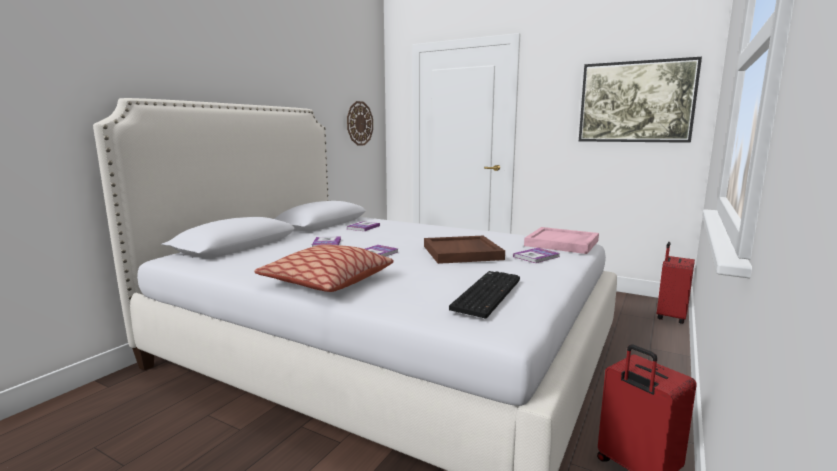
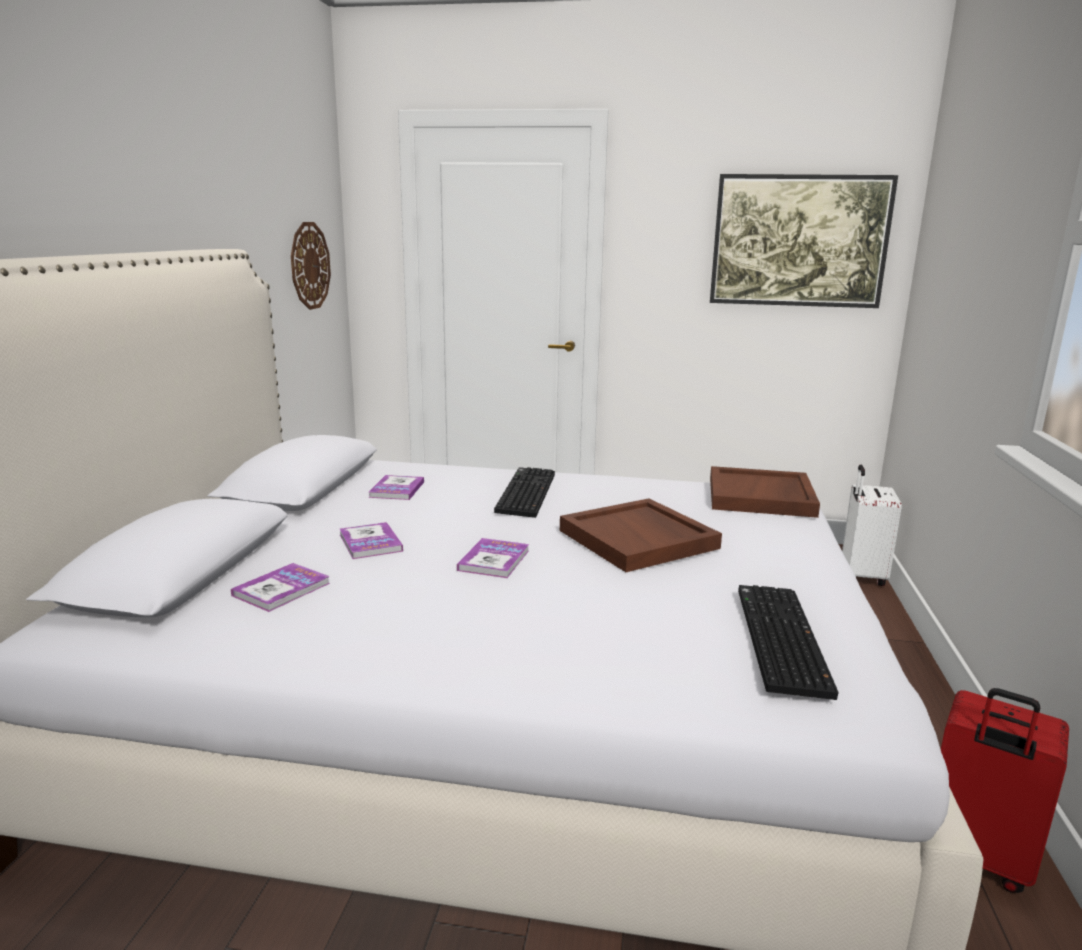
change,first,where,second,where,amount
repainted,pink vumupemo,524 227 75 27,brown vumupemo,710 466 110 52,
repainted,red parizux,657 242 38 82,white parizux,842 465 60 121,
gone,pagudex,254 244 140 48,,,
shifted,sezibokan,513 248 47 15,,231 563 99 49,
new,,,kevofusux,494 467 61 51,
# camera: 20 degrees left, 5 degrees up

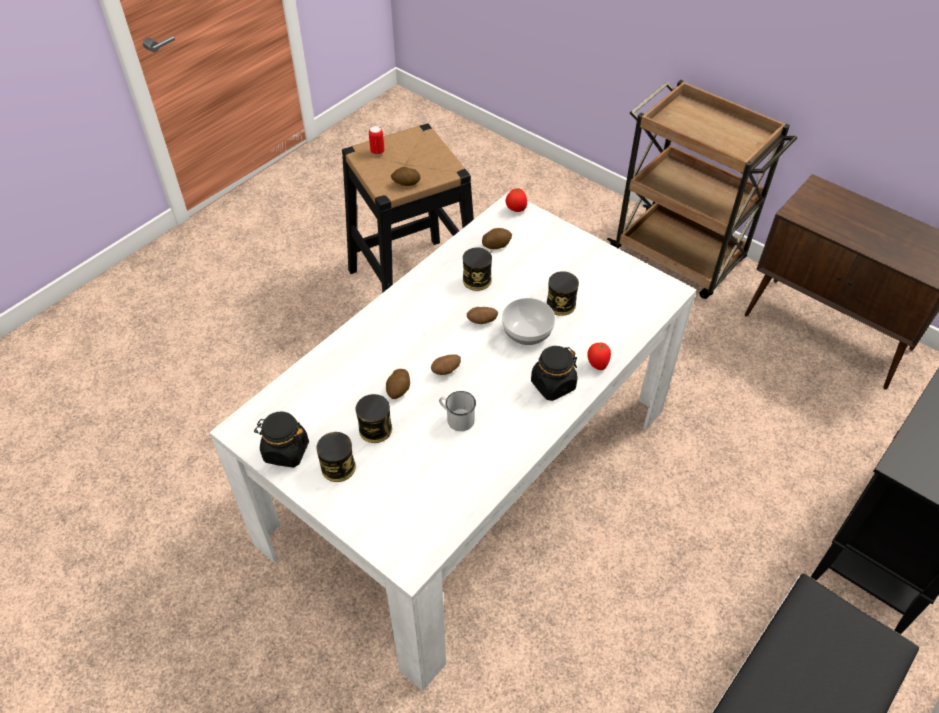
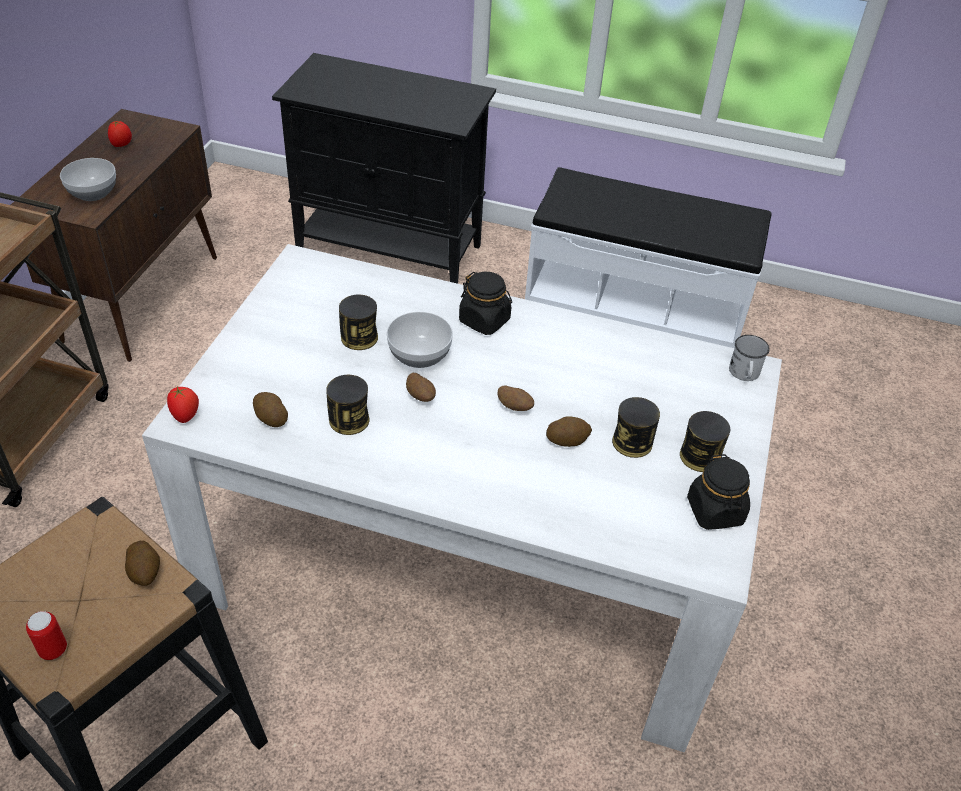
change,first,where,second,where,amount
shifted,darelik,587 343 24 27,,108 120 24 27,
shifted,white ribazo,439 391 37 40,,729 335 41 46,
new,,,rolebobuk,60 158 56 43,
# camera: 115 degrees left, 5 degrees down

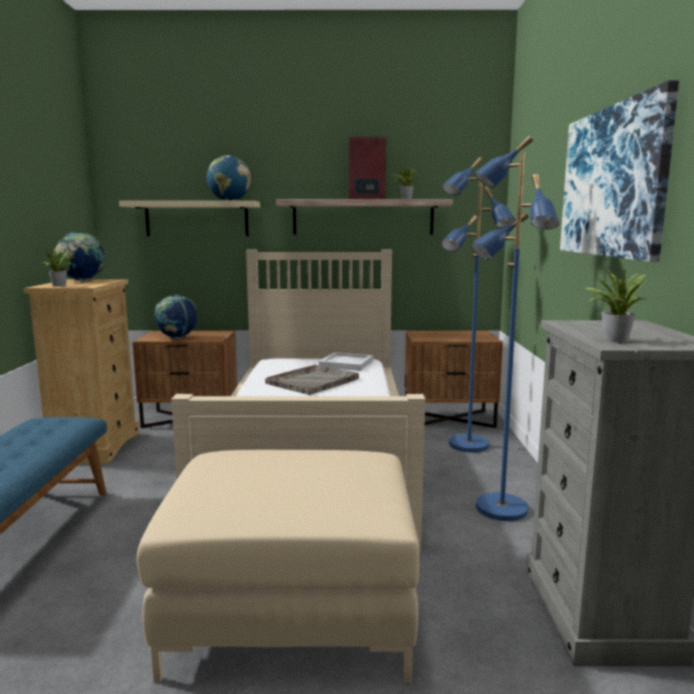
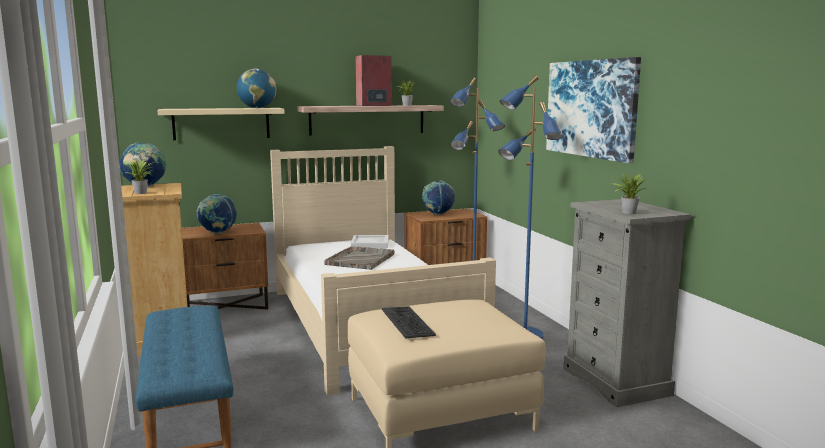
change,first,where,second,where,amount
new,,,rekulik,422 180 33 35,
new,,,kevofusux,382 306 54 33,
# camera: 20 degrees left, 0 degrees up

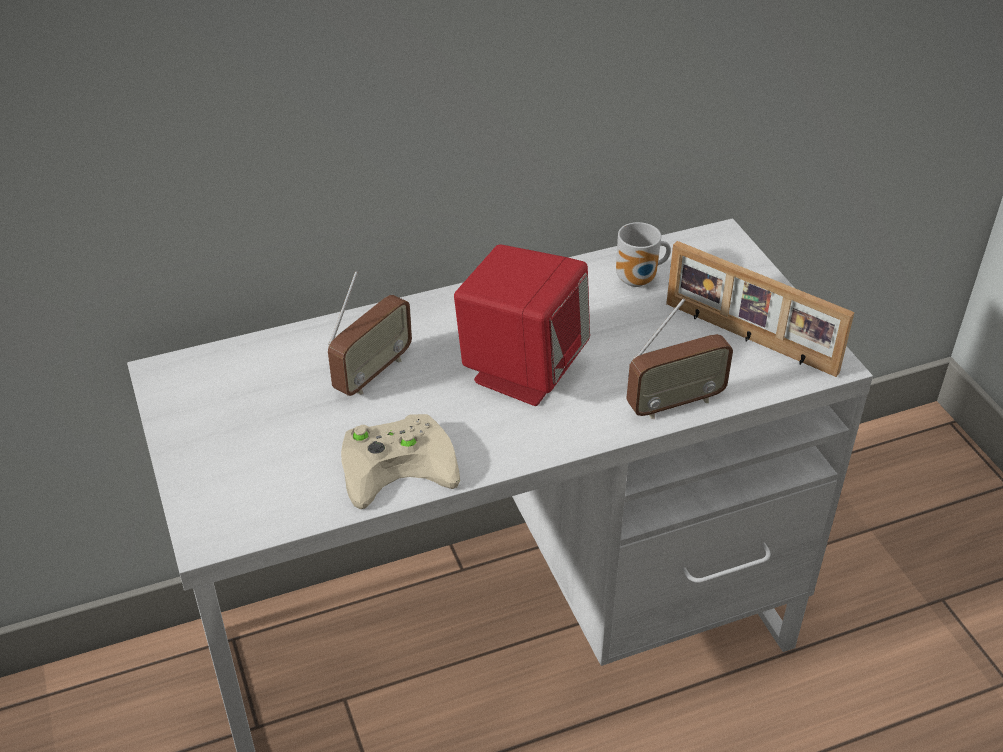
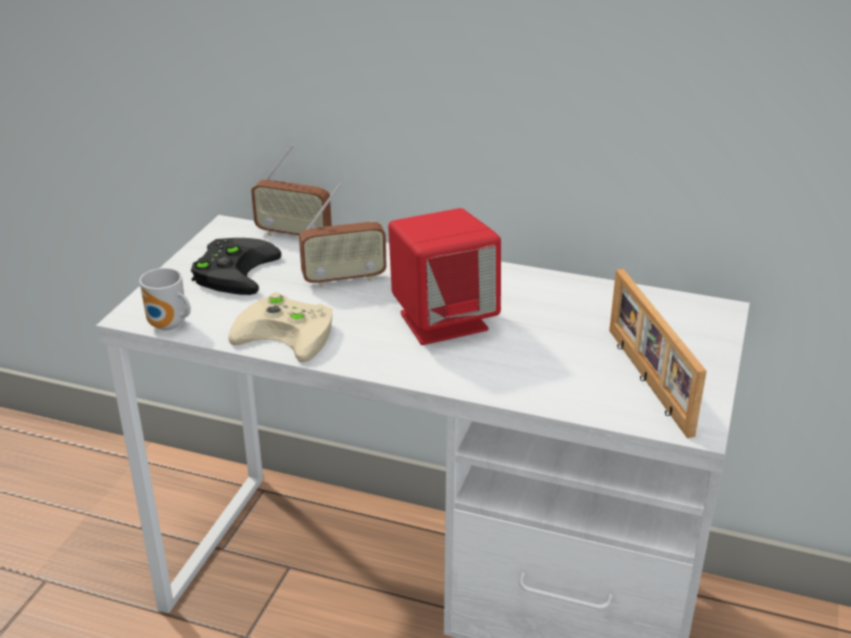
change,first,where,second,where,amount
shifted,ribazo,616 222 55 65,,139 268 52 63,
shifted,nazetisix,626 299 107 120,,251 144 81 92,
new,,,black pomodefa,191 238 90 57,
# camera: 40 degrees right, 10 degrees down

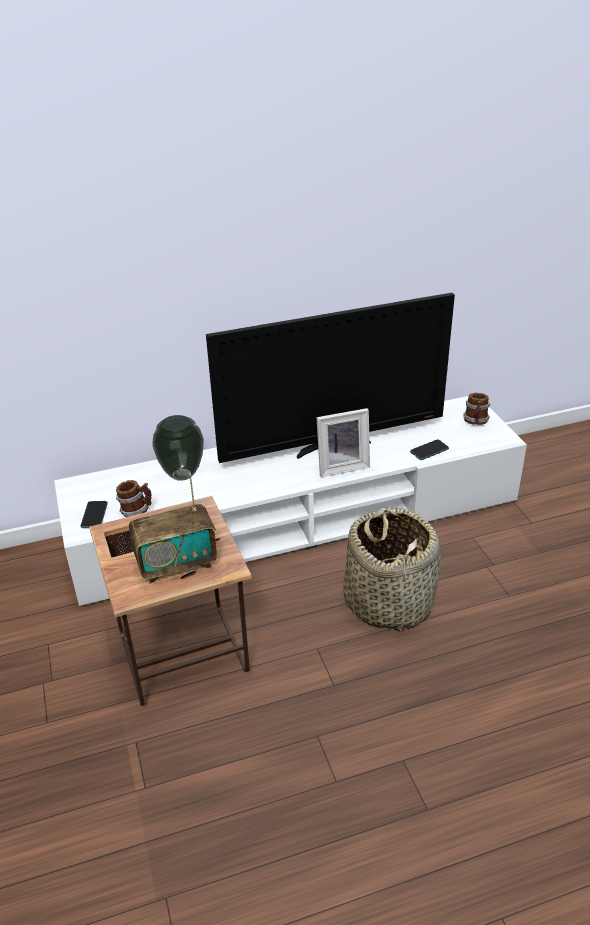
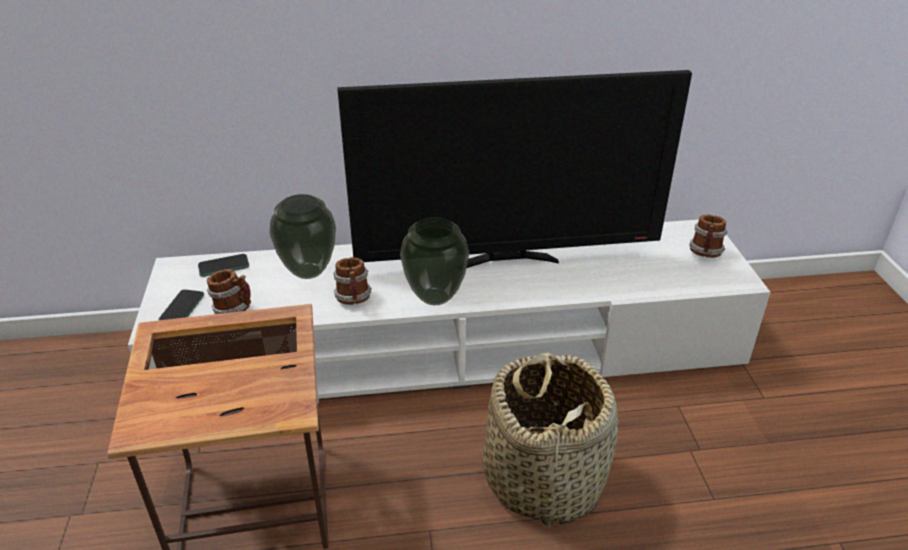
change,first,where,second,where,amount
gone,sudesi,317 408 53 69,,,
shifted,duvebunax,410 440 39 20,,198 254 51 23,
gone,nazetisix,129 474 88 110,,,
new,,,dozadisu,400 217 69 88,
new,,,ribazo,333 257 39 48,
# camera: 10 degrees right, 0 degrees up

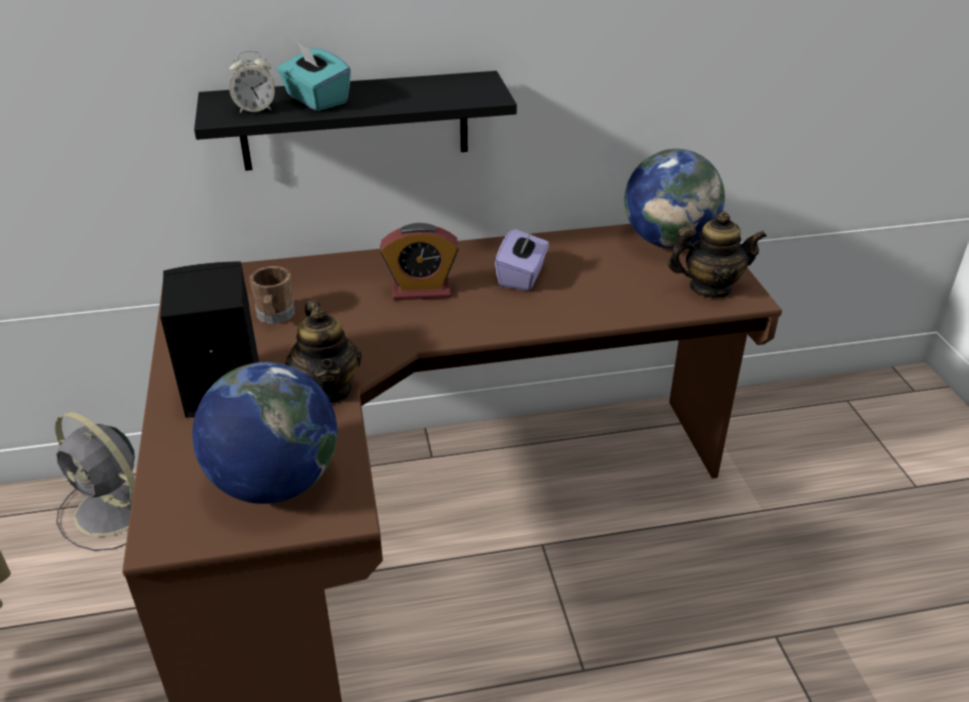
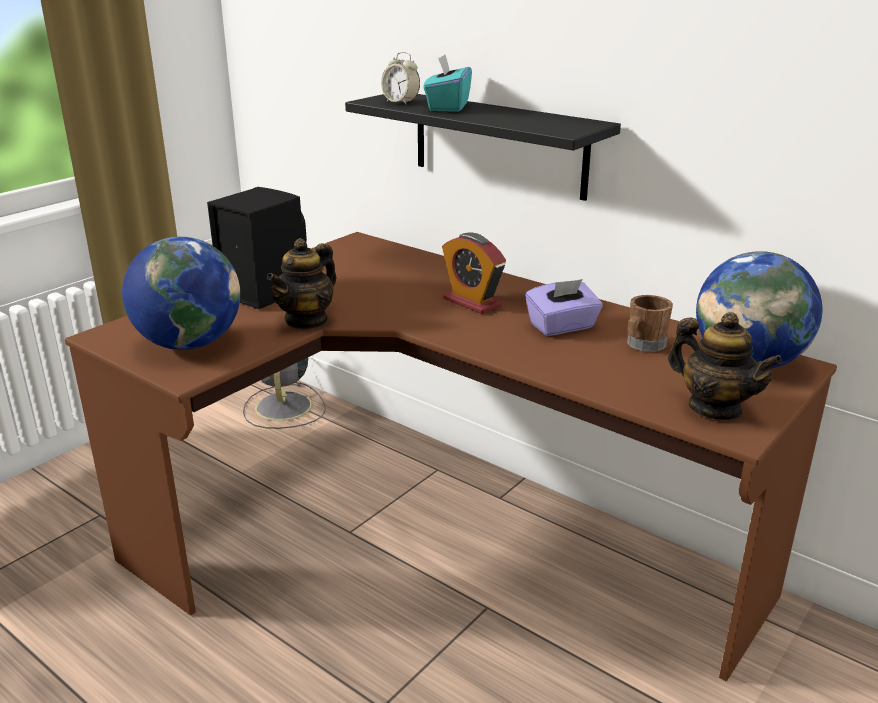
change,first,where,second,where,amount
shifted,brown ribazo,249 266 46 58,,627 295 46 57,
# camera: 50 degrees right, 10 degrees down

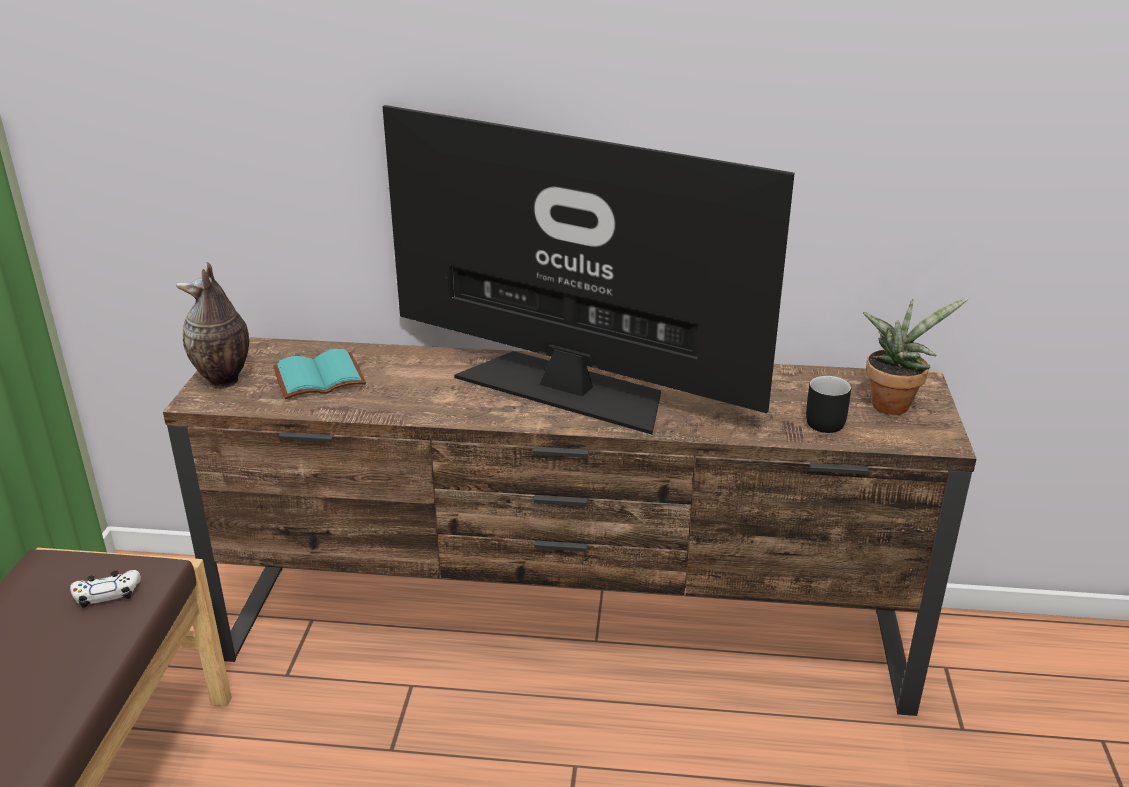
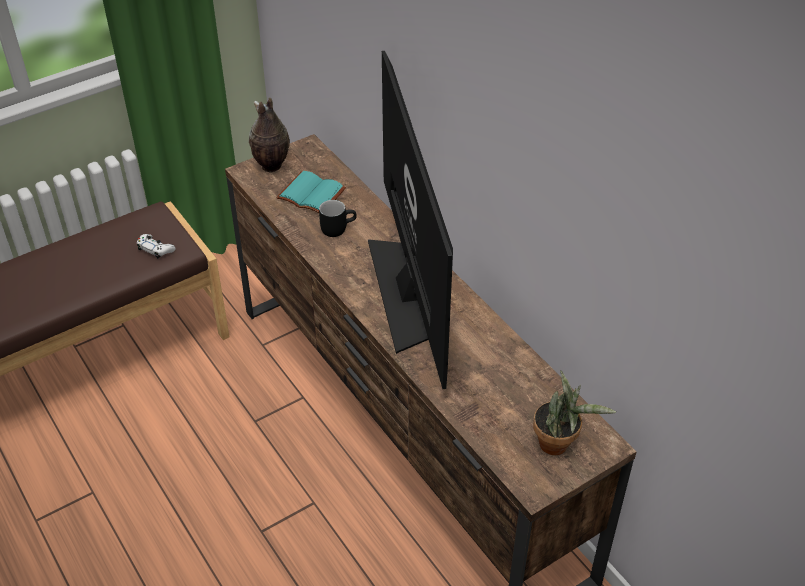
change,first,where,second,where,amount
shifted,black ribazo,806 376 45 57,,319 200 38 37,
# camera: 50 degrees right, 15 degrees up

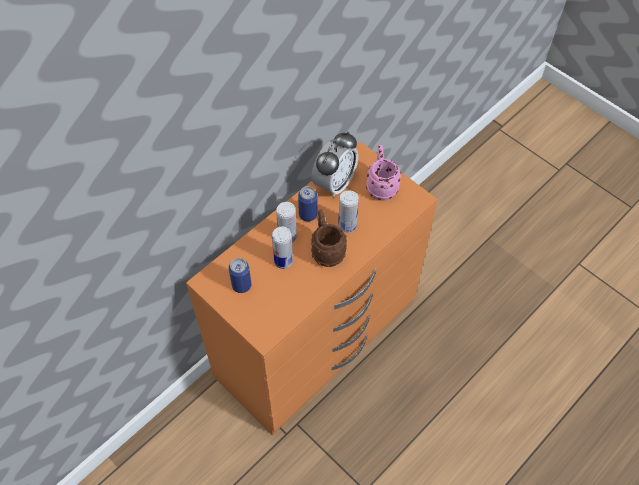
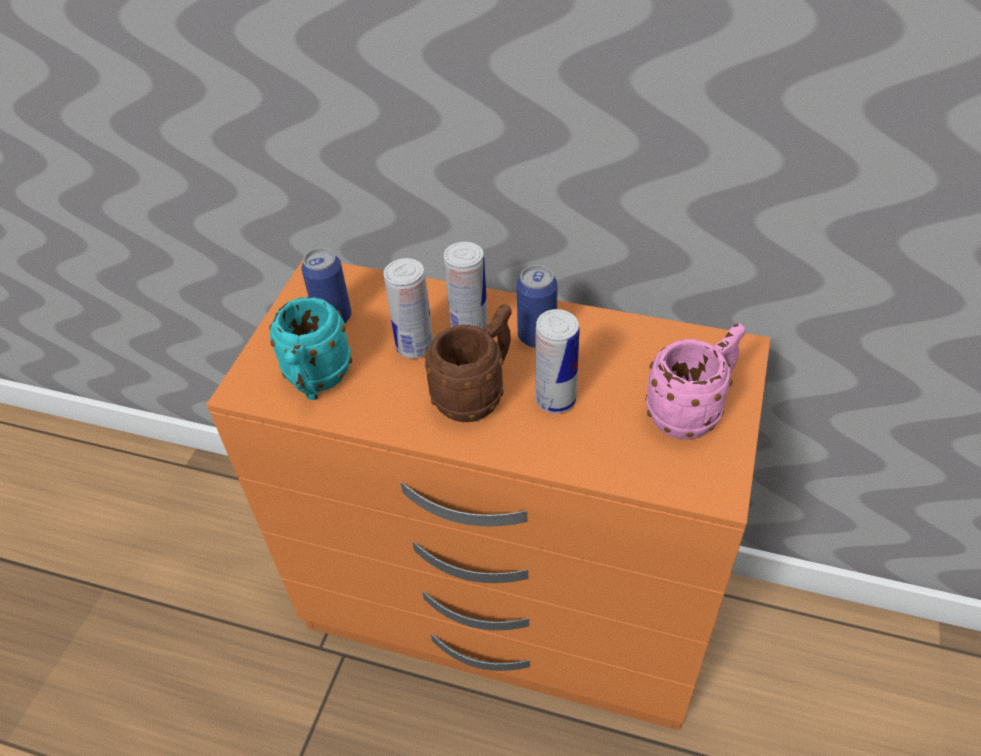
change,first,where,second,where,amount
gone,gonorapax,312 131 46 67,,,
new,,,turquoise ribazo,269 297 83 103,
# camera: 65 degrees right, 10 degrees down

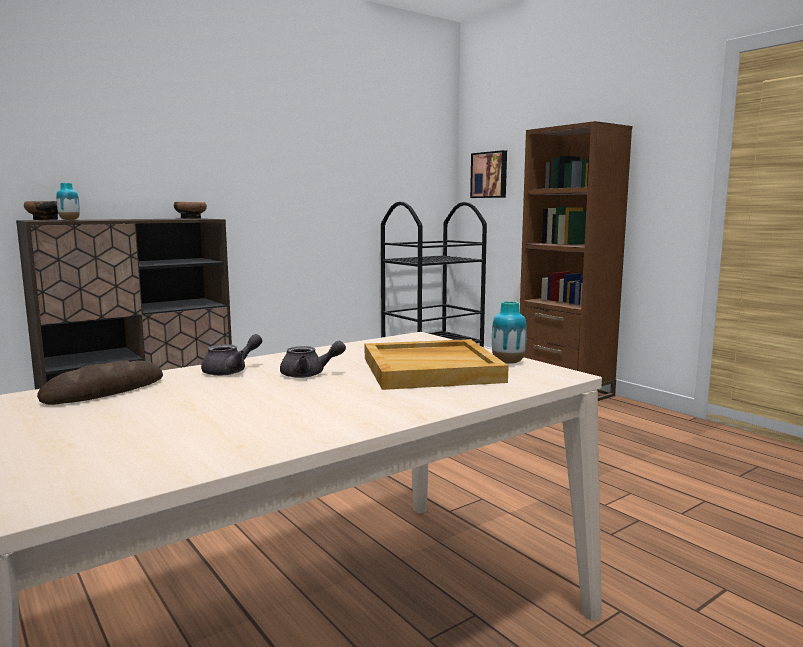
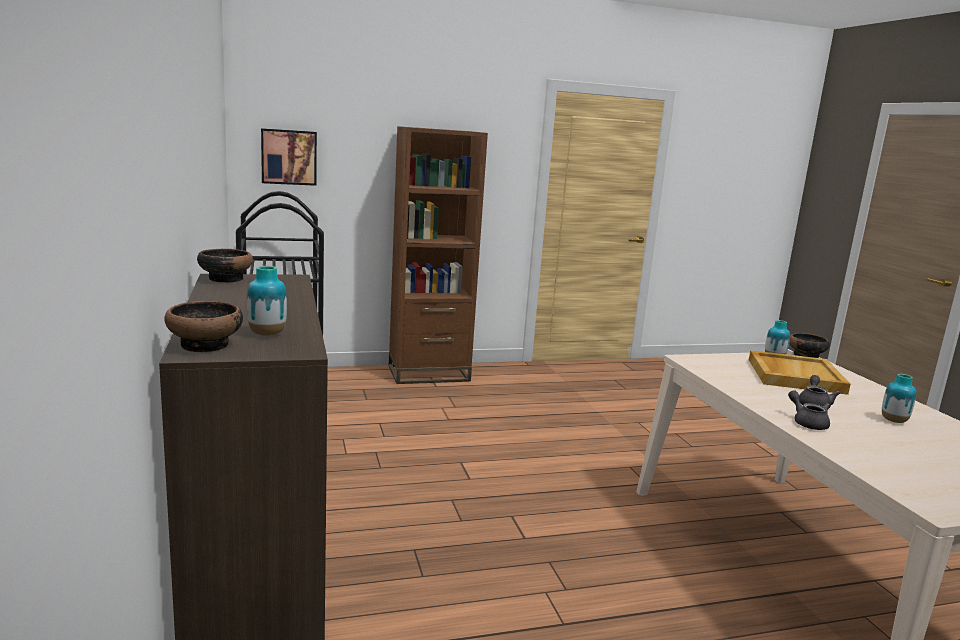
change,first,where,second,where,amount
gone,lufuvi,37 360 126 45,,,
new,,,rolebobuk,789 333 41 25,
new,,,dozadisu,882 374 34 49,
# camera: 70 degrees left, 5 degrees up

